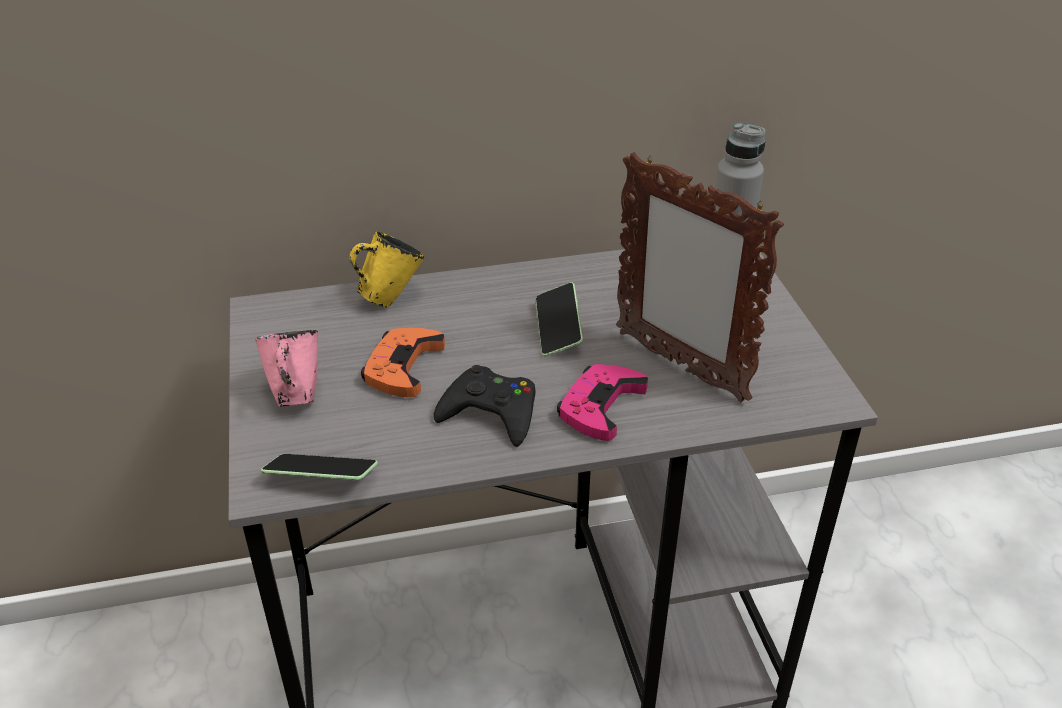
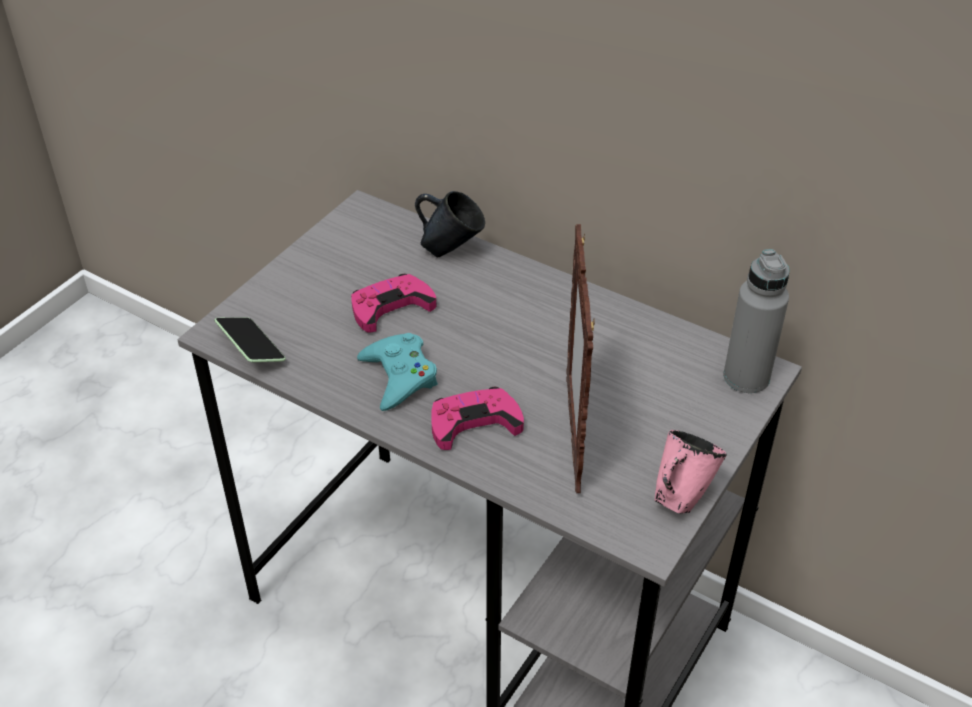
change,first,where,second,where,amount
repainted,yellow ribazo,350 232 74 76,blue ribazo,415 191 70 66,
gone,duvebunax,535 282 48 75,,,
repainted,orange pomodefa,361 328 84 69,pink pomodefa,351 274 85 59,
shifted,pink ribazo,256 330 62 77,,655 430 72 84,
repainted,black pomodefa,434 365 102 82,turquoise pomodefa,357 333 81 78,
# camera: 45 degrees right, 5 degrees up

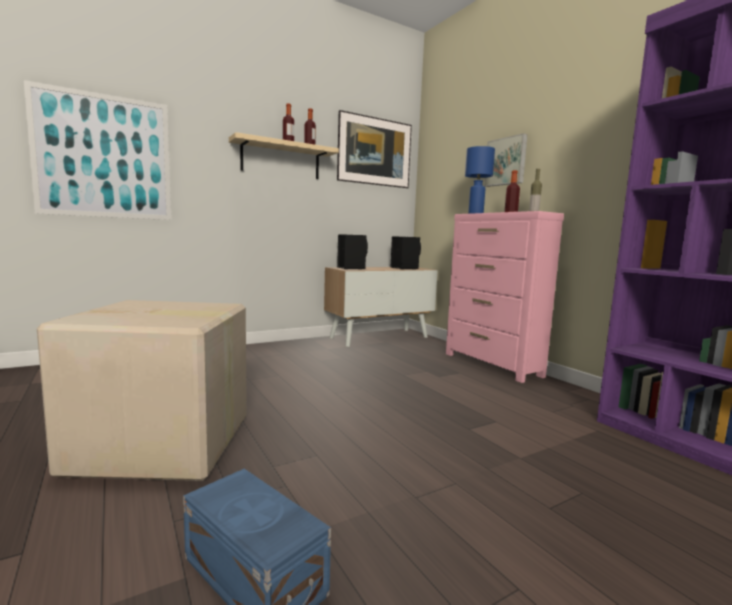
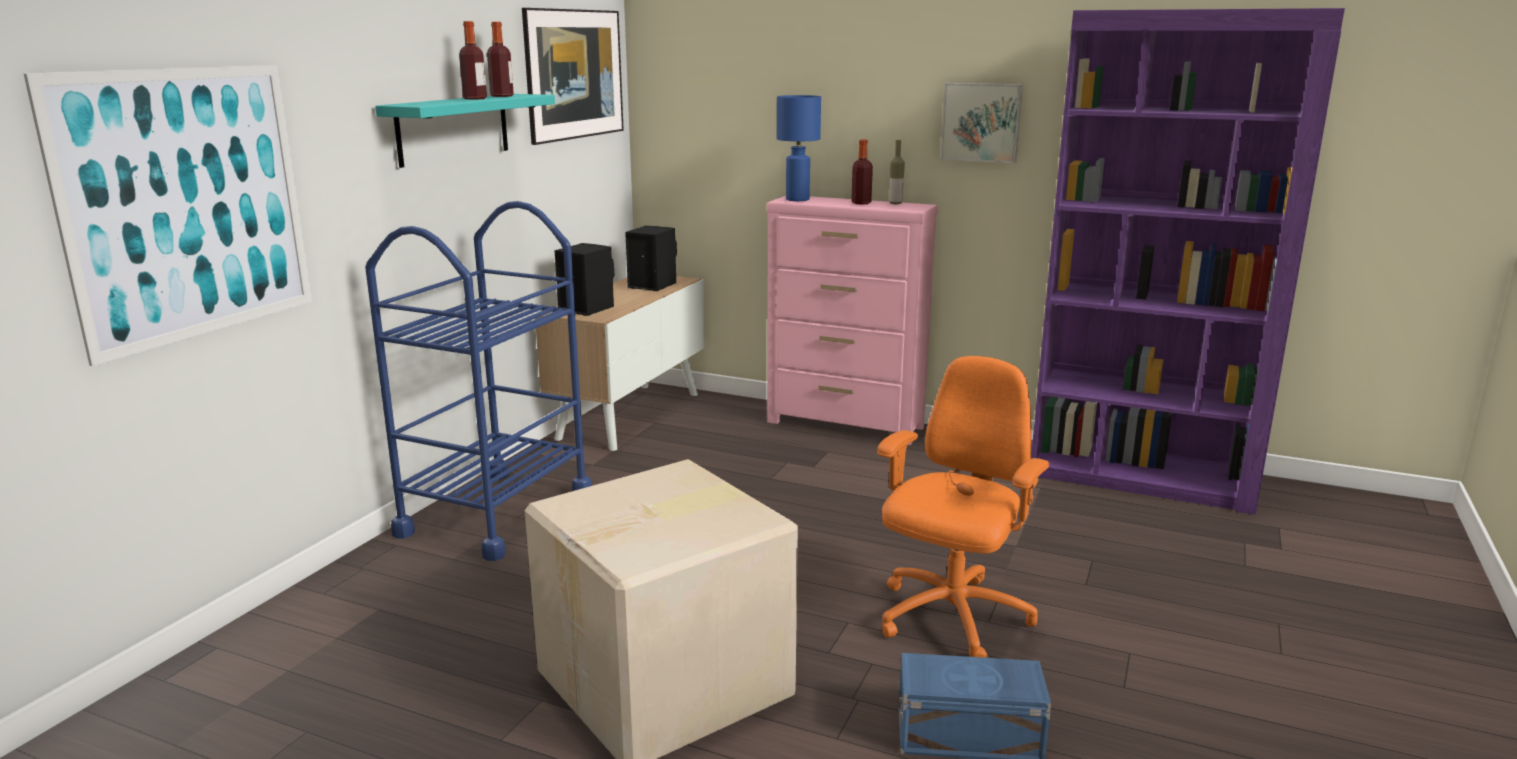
change,first,where,second,where,amount
repainted,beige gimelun,229 132 110 47,turquoise gimelun,375 94 180 74,
shifted,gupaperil,484 133 44 54,,940 83 83 80,
new,,,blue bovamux,365 201 227 360,
new,,,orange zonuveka,877 356 172 302,
# camera: 35 degrees left, 10 degrees up

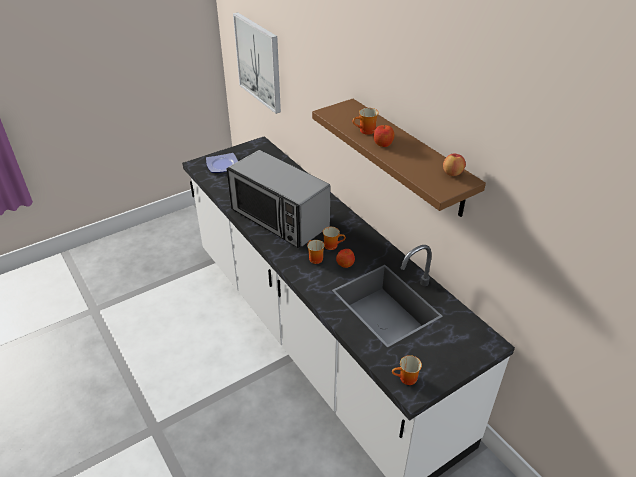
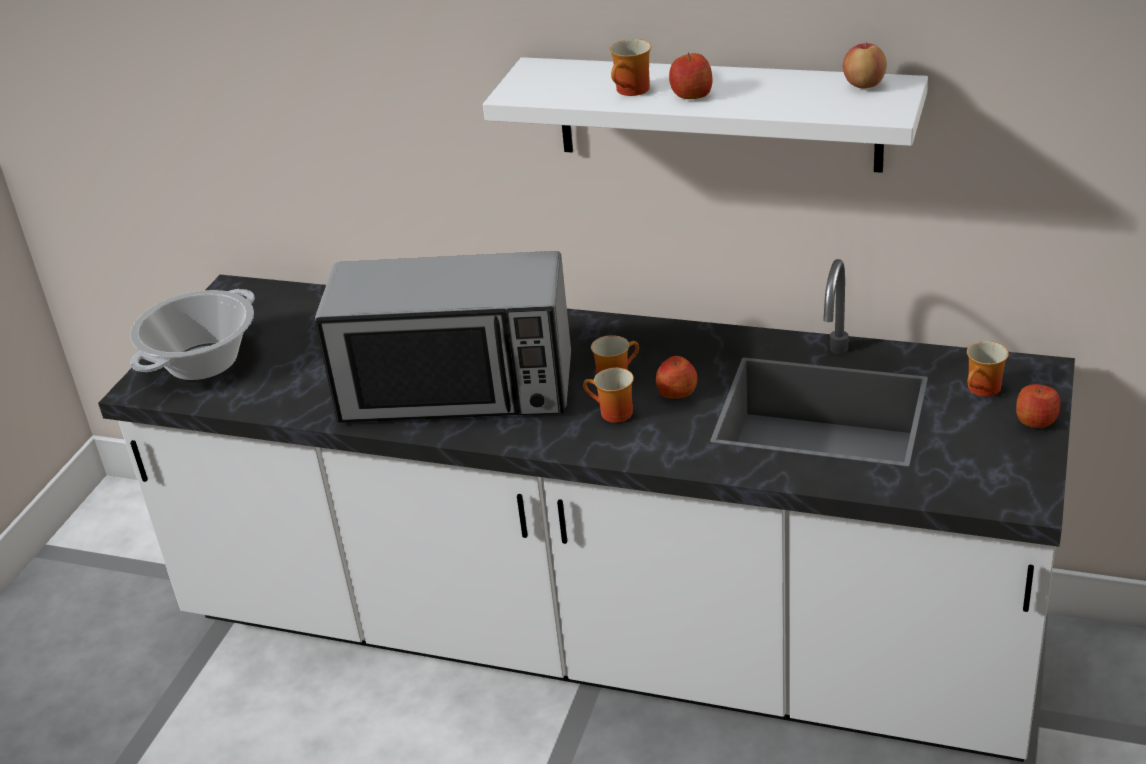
change,first,where,second,where,amount
gone,gupaperil,233 12 48 102,,,
repainted,brown gimelun,312 99 174 118,white gimelun,483 57 445 116,
swapped,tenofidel,206 153 32 20,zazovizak,130 289 125 91,
shifted,ribazo,392 355 30 30,,967 341 42 56,
new,,,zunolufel,1016 384 44 44,
# camera: 35 degrees left, 5 degrees down

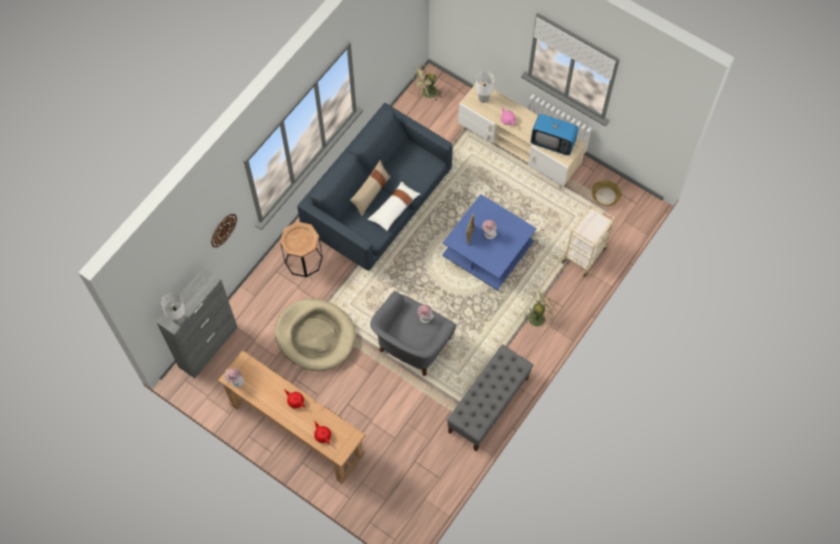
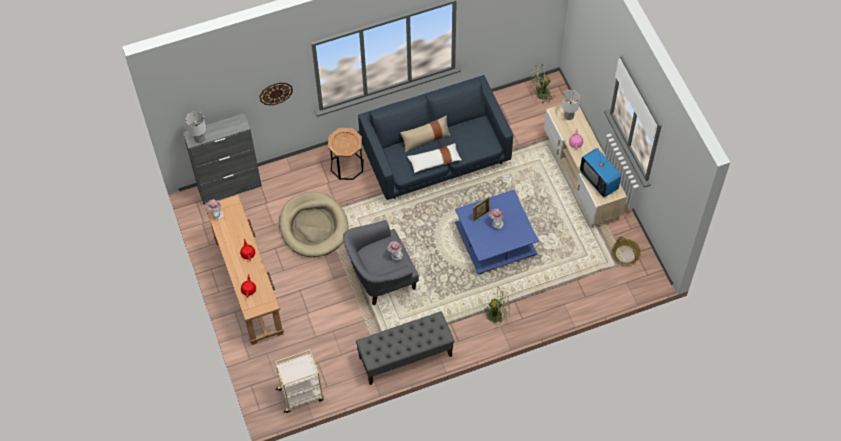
change,first,where,second,where,amount
shifted,beige bovamux,561 204 54 73,,275 349 49 64,
# camera: 35 degrees right, 5 degrees down

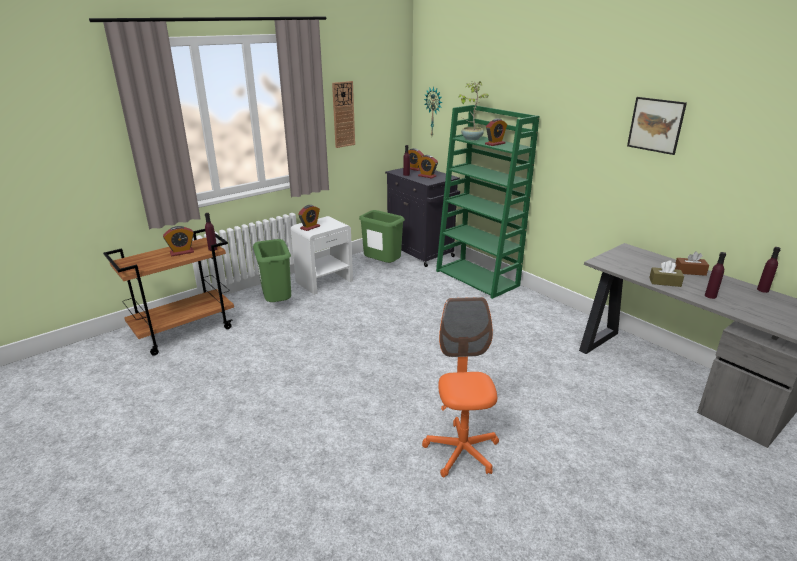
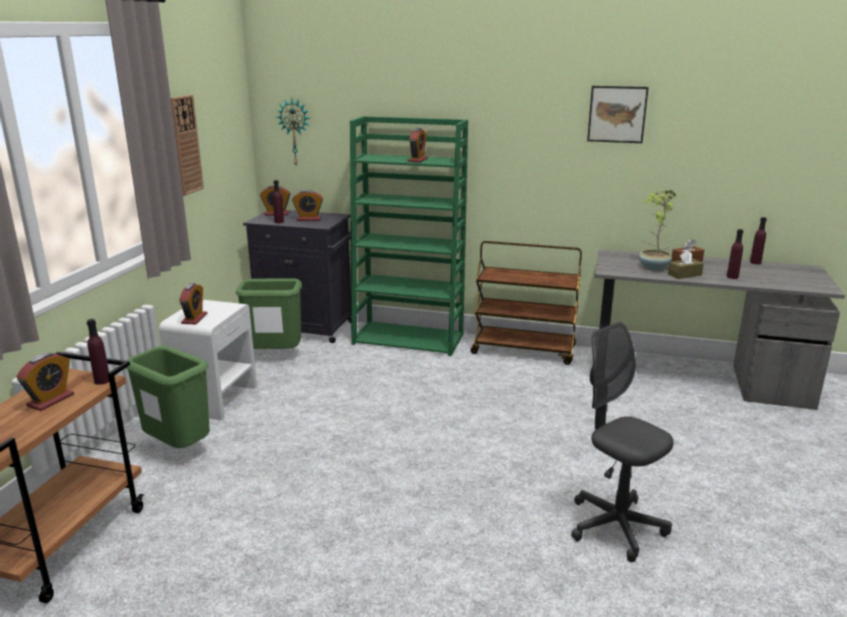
change,first,where,second,where,amount
shifted,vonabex,459 81 30 59,,639 190 37 80,
repainted,orange zonuveka,422 297 77 181,grey zonuveka,571 322 103 240,
new,,,brown bovamux,470 241 112 124,
# camera: 35 degrees left, 5 degrees down

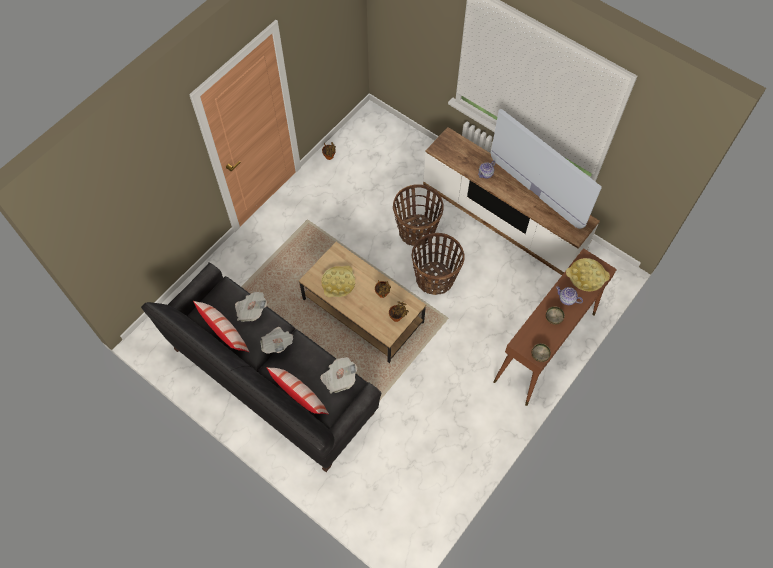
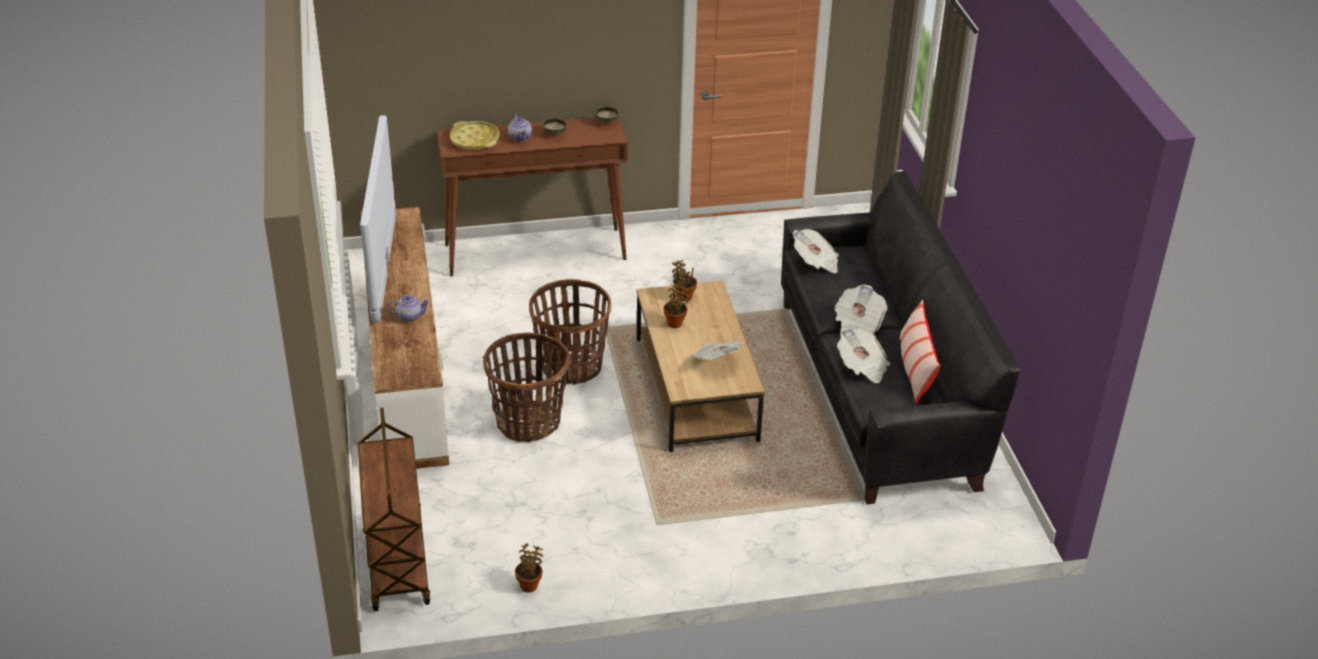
change,first,where,second,where,amount
swapped,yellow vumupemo,321 265 34 32,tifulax,690 341 55 19,
gone,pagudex,266 367 63 47,,,
new,,,brown bovamux,358 408 72 203,
# camera: 140 degrees left, 25 degrees down

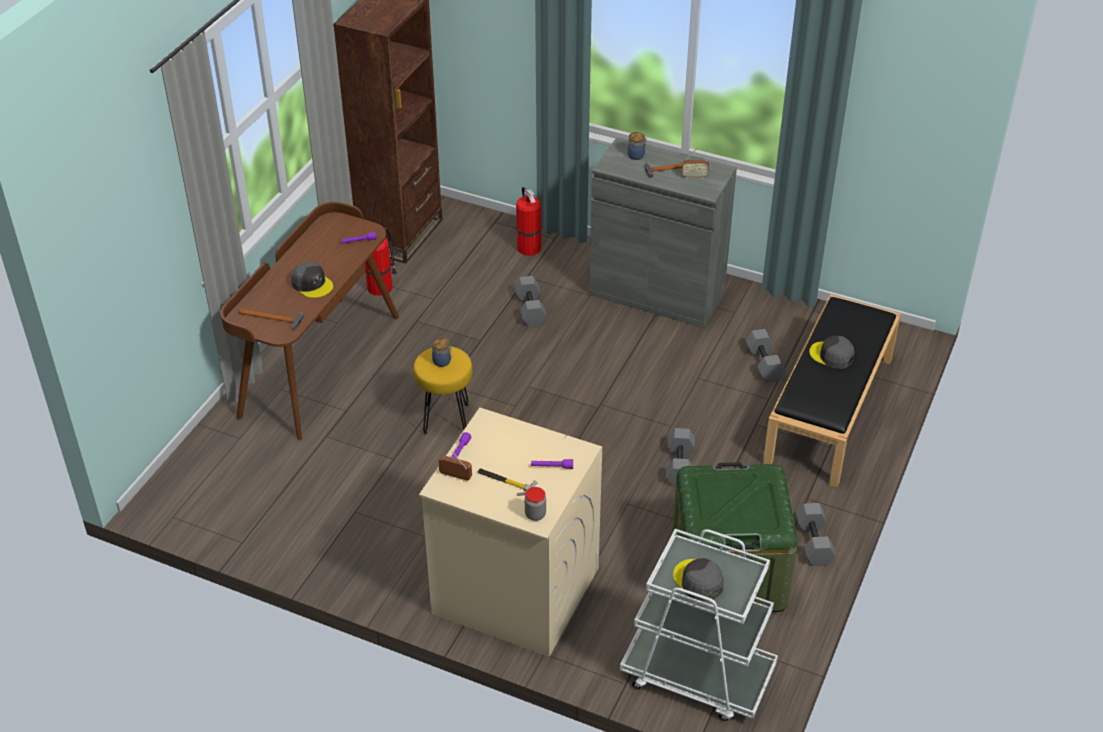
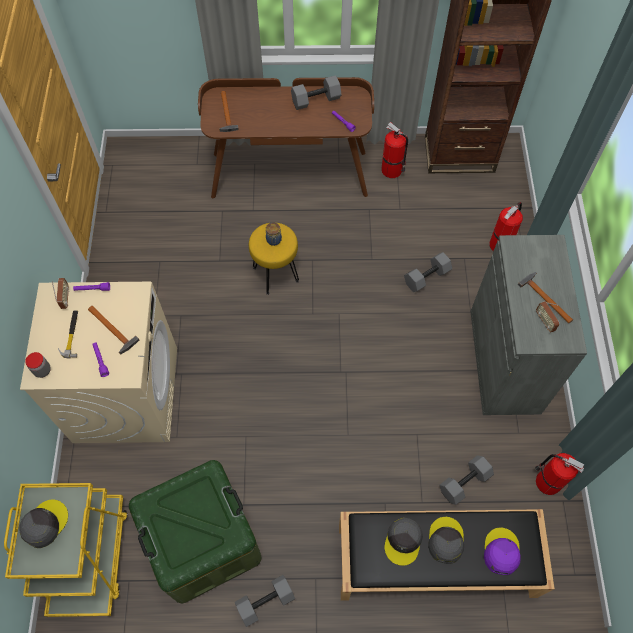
change,first,where,second,where,amount
gone,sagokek,628 132 19 28,,,
shifted,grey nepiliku,291 262 42 36,,384 517 39 49,
shifted,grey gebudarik,666 428 29 58,,291 75 51 35,
repainted,white bovamux,620 529 158 192,yellow bovamux,4 483 124 134,
new,,,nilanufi,88 306 51 49,
new,,,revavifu,535 453 49 42,
new,,,purple nepiliku,484 528 37 47,
# camera: 65 degrees right, 20 degrees up

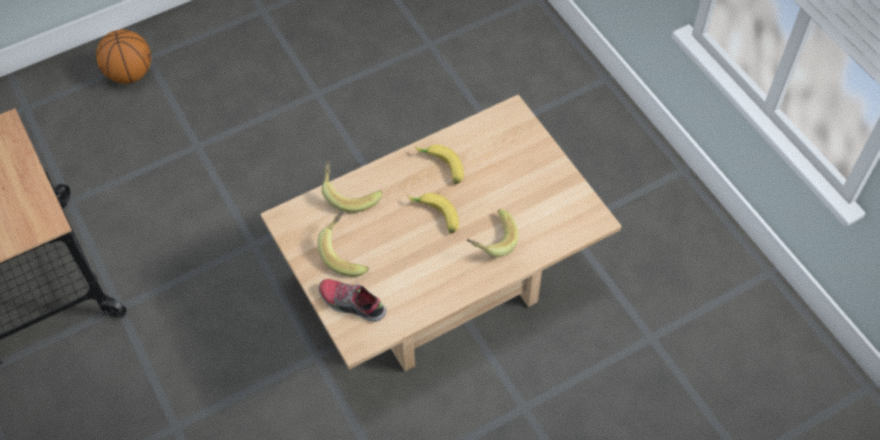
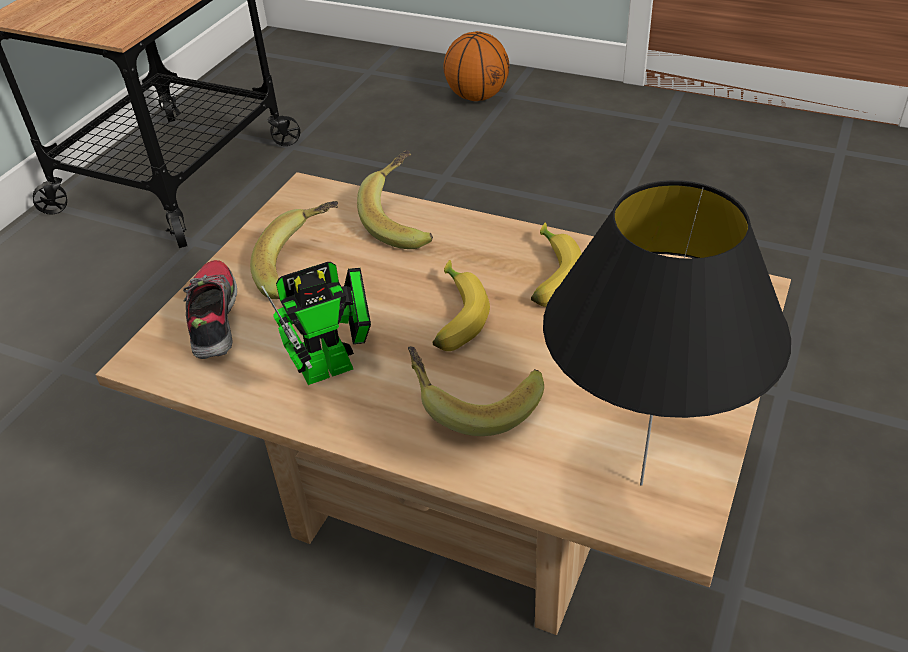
change,first,where,second,where,amount
new,,,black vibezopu,543 180 248 306,
new,,,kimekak,261 262 110 123,
# camera: 55 degrees right, 15 degrees down

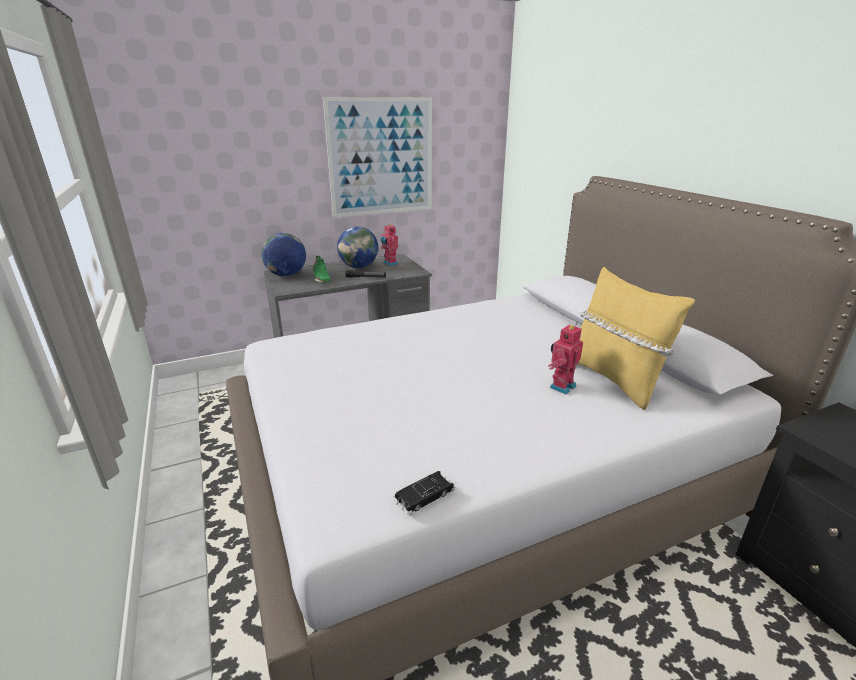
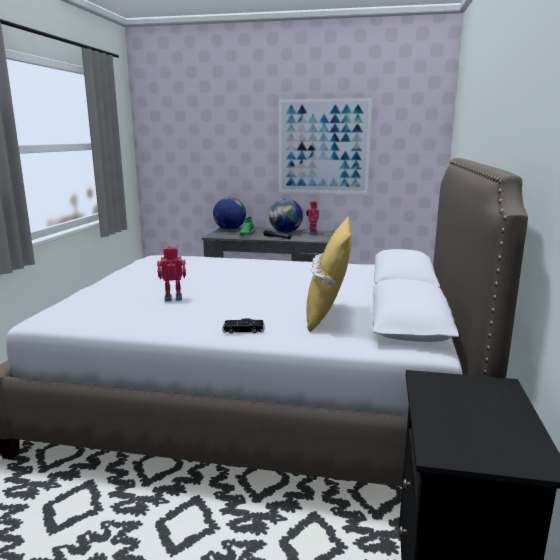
change,first,where,second,where,amount
shifted,kimekak,548 324 35 70,,157 245 29 57,
shifted,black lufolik,393 471 62 44,,222 319 43 14,
# camera: 35 degrees right, 10 degrees down

